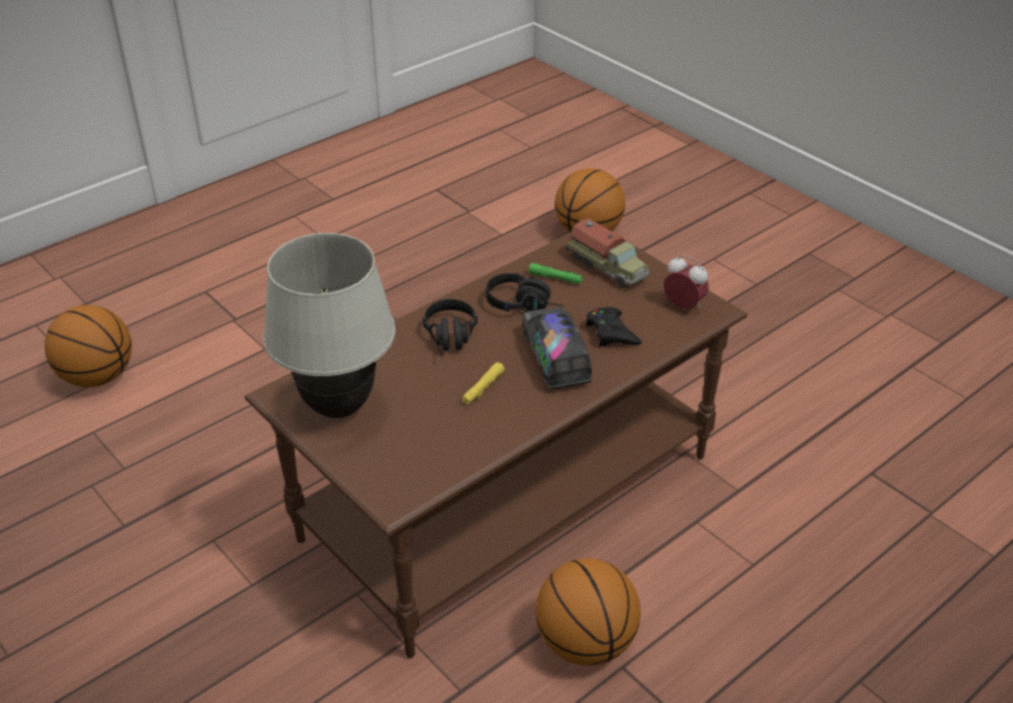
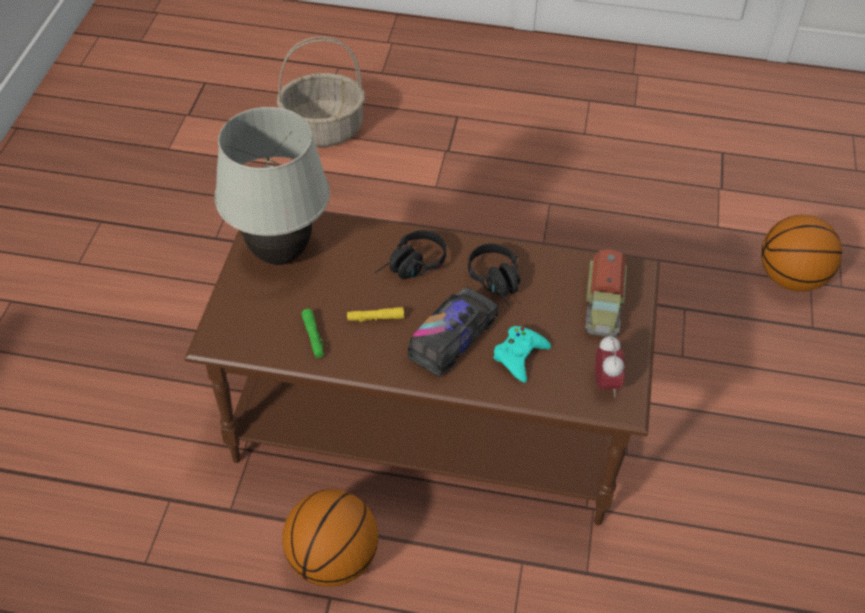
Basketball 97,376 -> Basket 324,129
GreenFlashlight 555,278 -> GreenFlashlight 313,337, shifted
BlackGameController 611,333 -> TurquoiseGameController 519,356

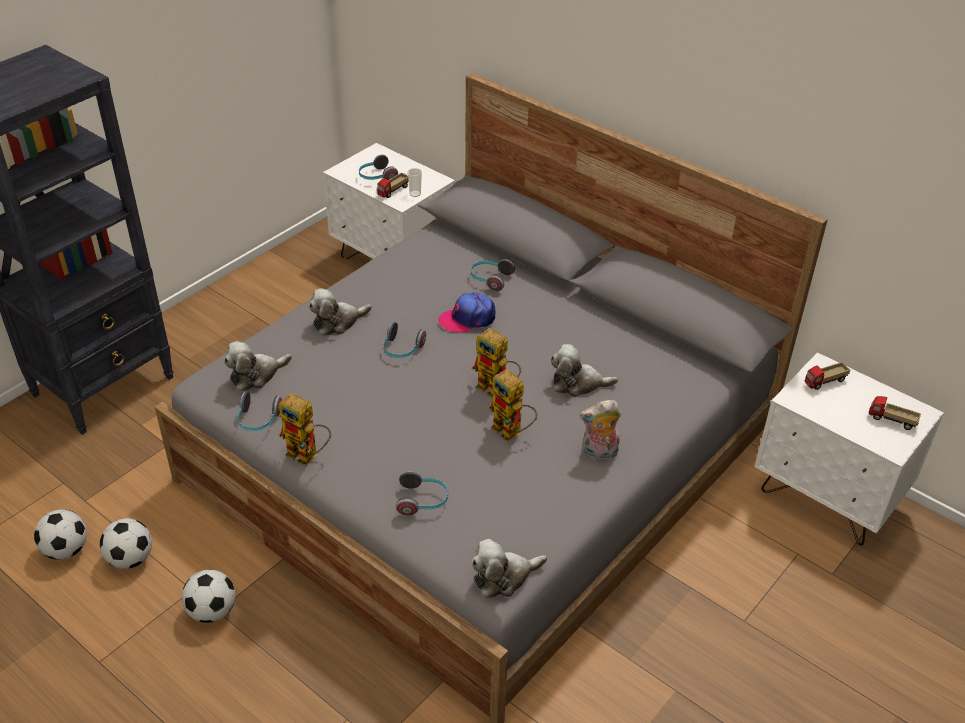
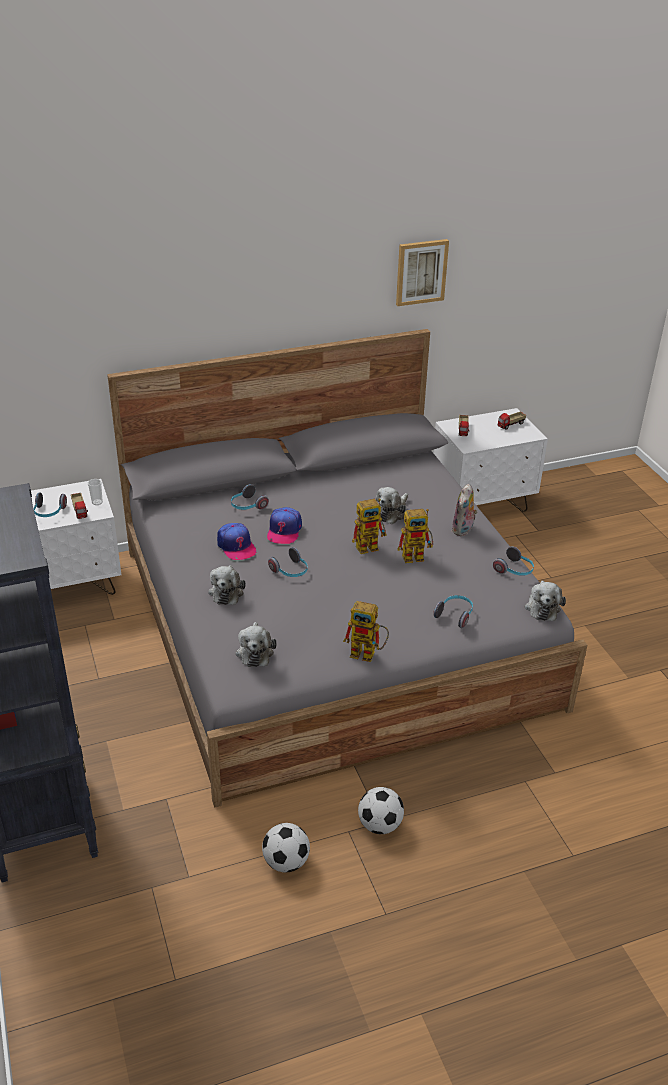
none -> Cap 236,546
ToyRobot 308,455 -> ToyRobot 368,654, 45 degrees clockwise
none -> Picture 421,272
Headphones 258,420 -> Headphones 514,570, shifted
Football 66,550 -> none

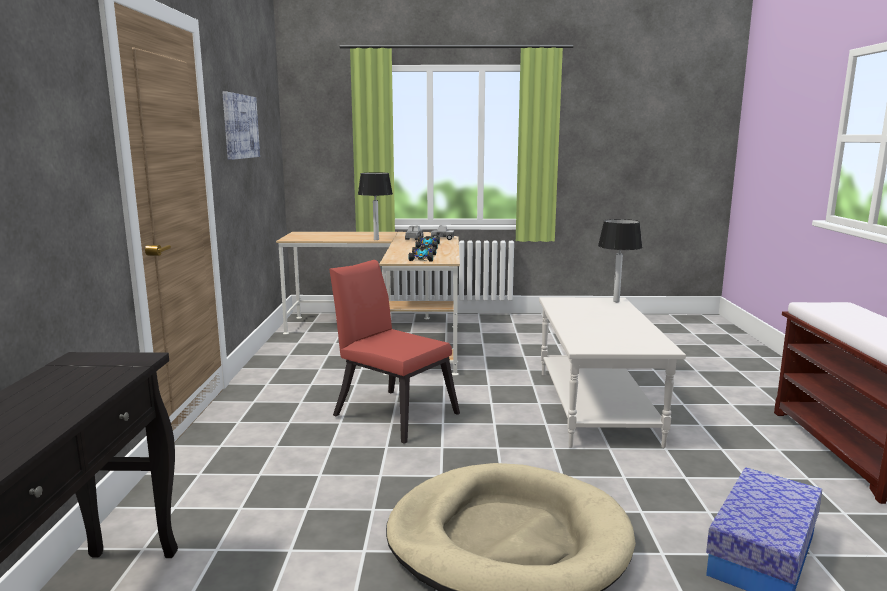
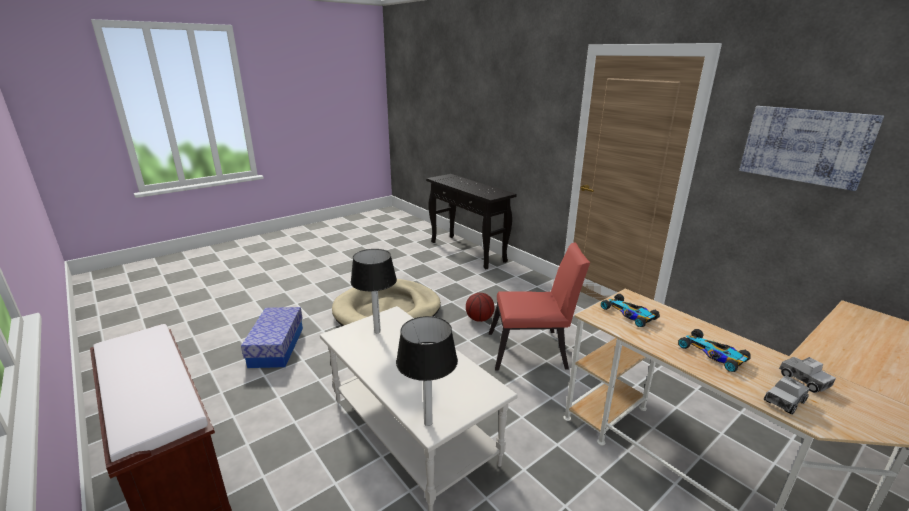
TableLamp 376,239 -> TableLamp 377,331, shifted
none -> Basketball 479,319

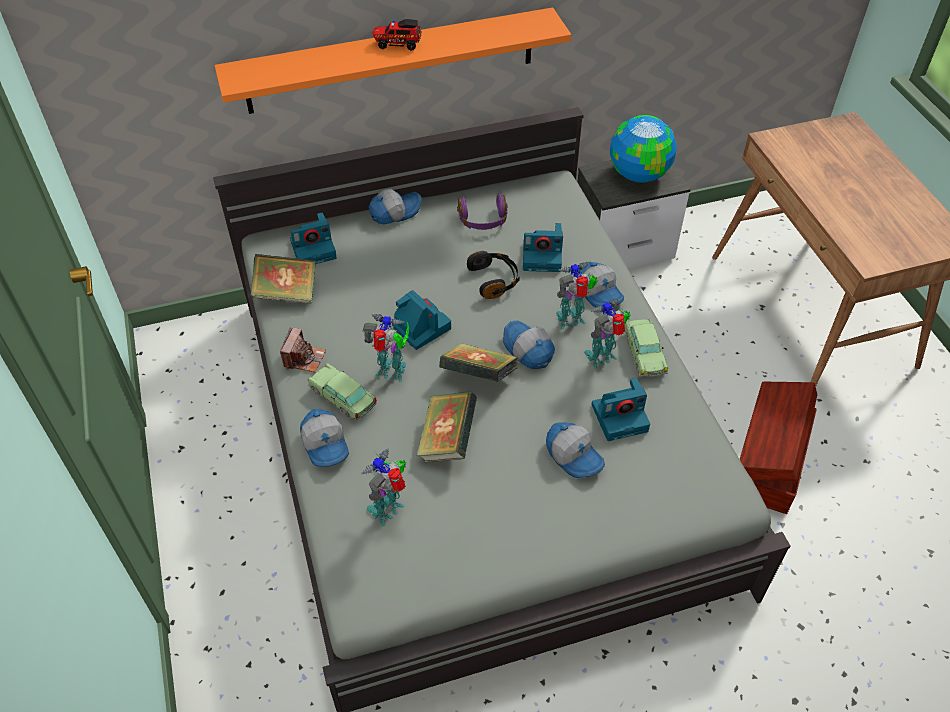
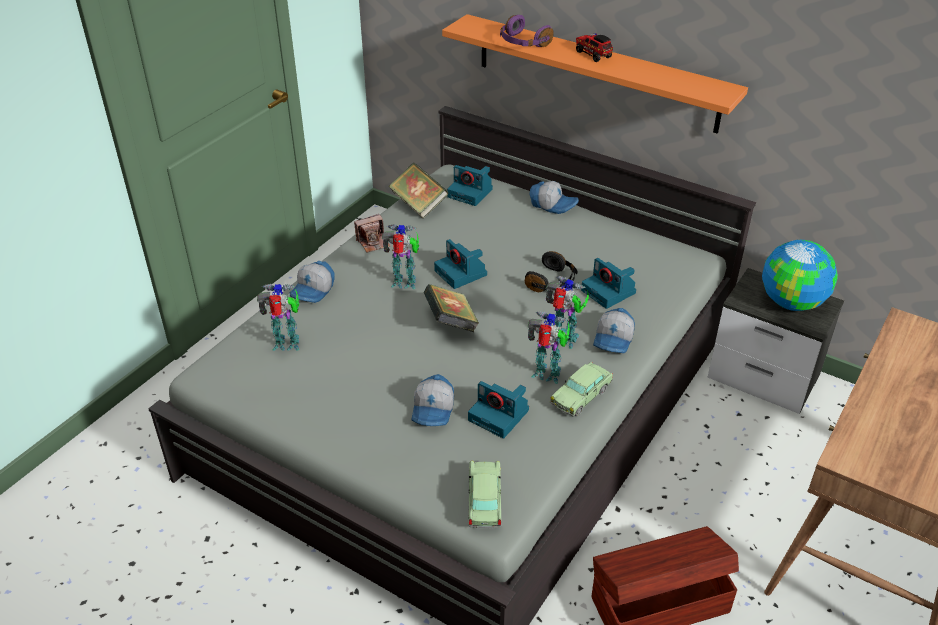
ToyRobot 392,373 -> ToyRobot 405,284, 60 degrees counterclockwise
PhotoCamera 420,327 -> PhotoCamera 461,273, 135 degrees clockwise
ToyCar 343,398 -> ToyCar 484,501, shifted
PurpleHeadphones 483,220 -> PurpleHeadphones 523,43, shifted
Book 447,440 -> none
Cap 527,350 -> none

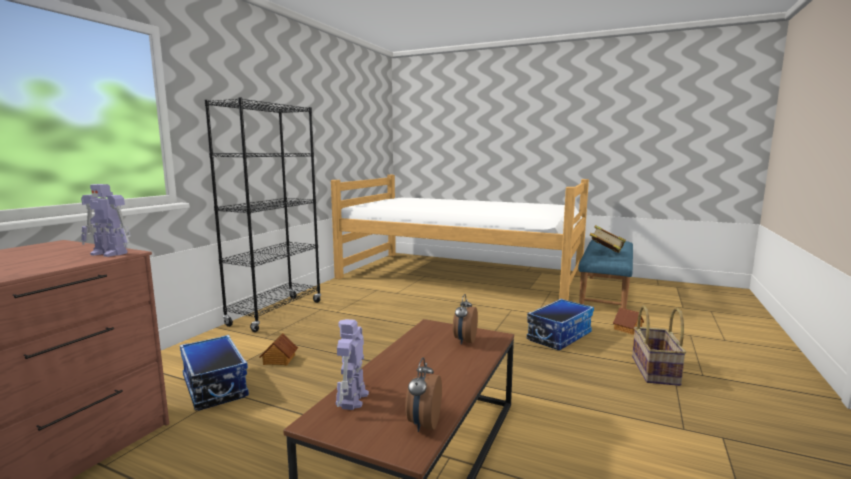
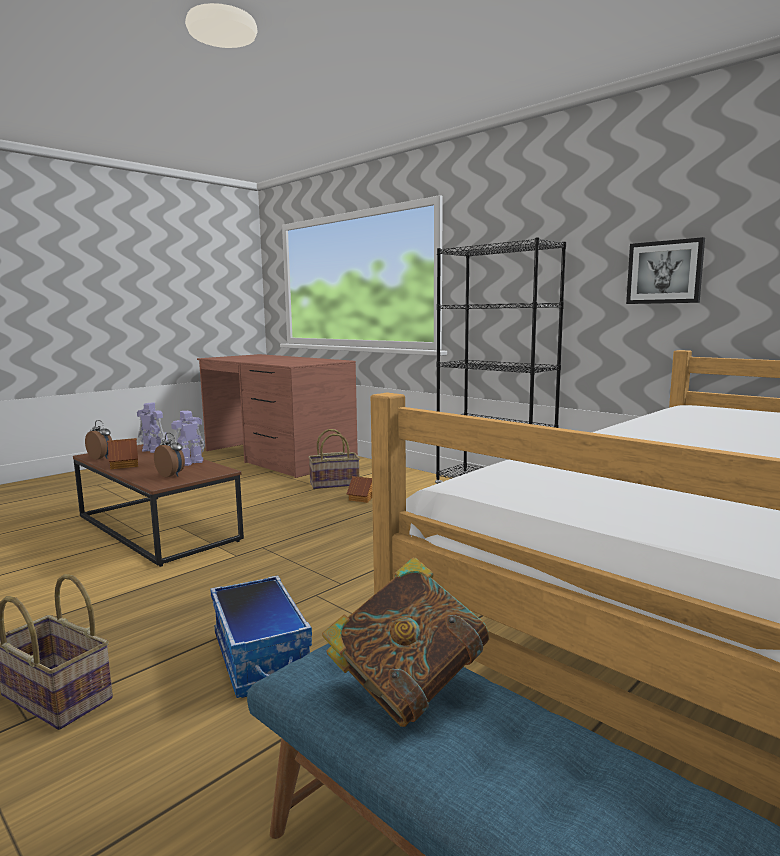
ToyHouse 628,329 -> ToyHouse 123,465, shifted
ToyRobot 110,253 -> ToyRobot 189,463, shifted
StorageBox 213,386 -> Basket 334,483
none -> Picture 664,272

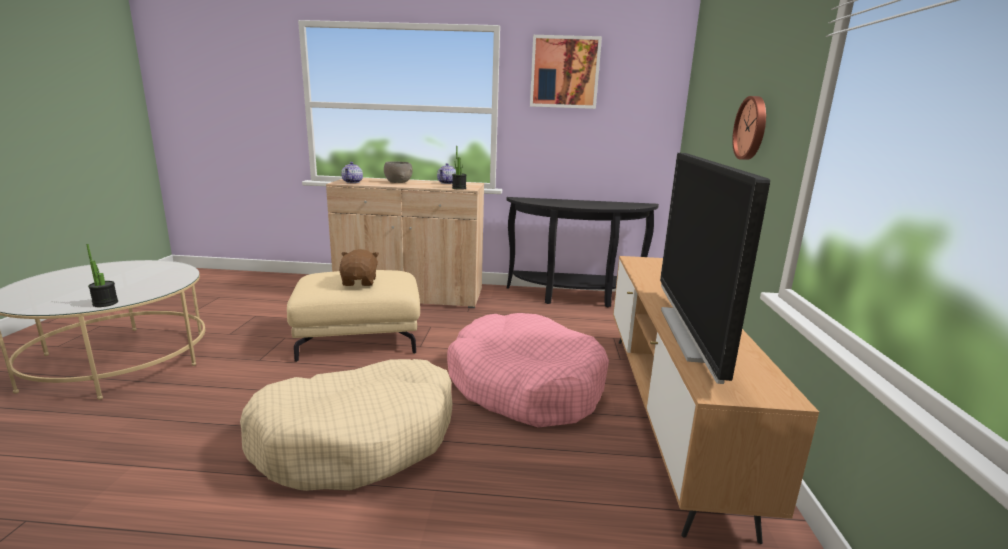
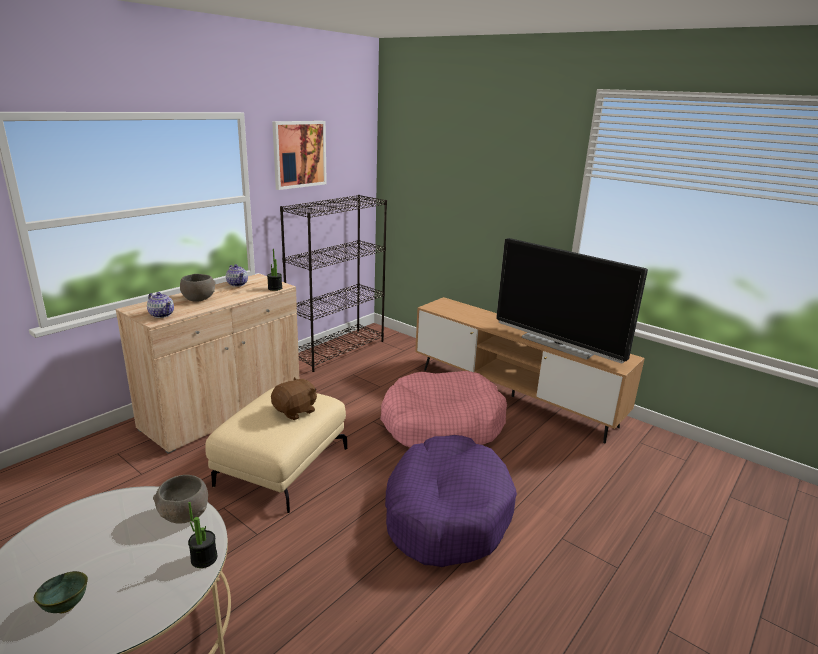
none -> GreenBowl 65,607
none -> GreyBowl 184,515
BrownPlushToy 360,282 -> BrownPlushToy 295,411, 105 degrees clockwise
BlackConsoleTable 575,297 -> BlackBookcase 337,349
BeigeDogBed 358,439 -> PurpleDogBed 446,513
WallClock 752,128 -> none

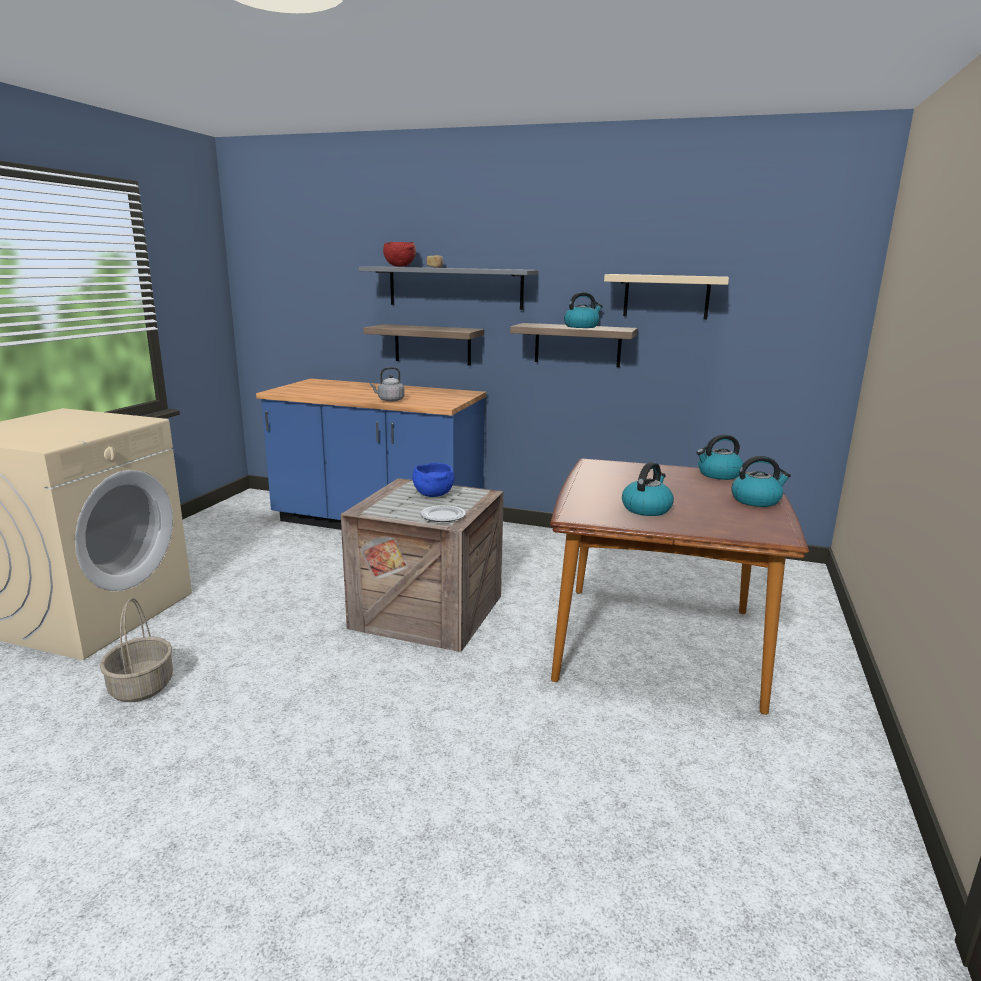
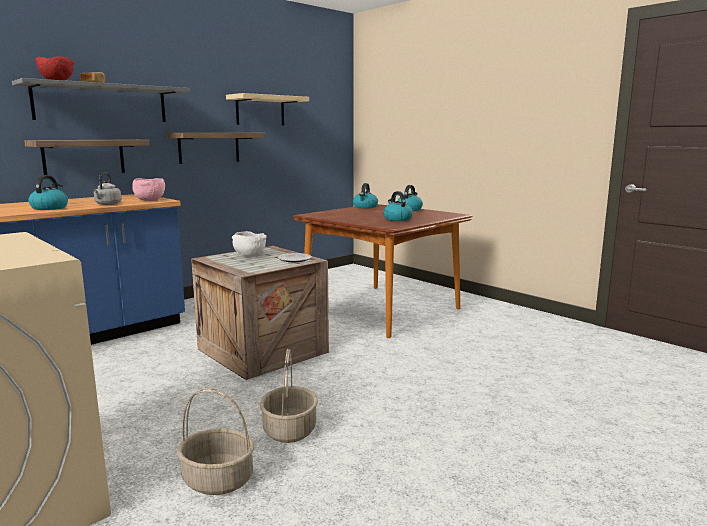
Kettle 581,326 -> Kettle 49,208, shifted
none -> PinkBowl 150,200
BlueBowl 433,495 -> WhiteBowl 248,256
none -> Basket 289,430

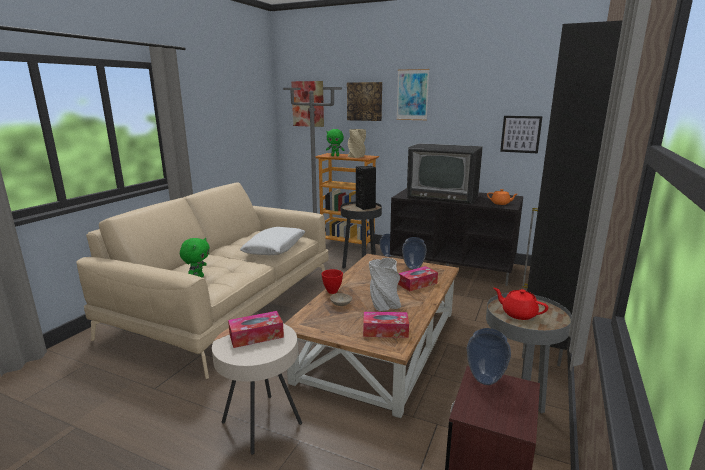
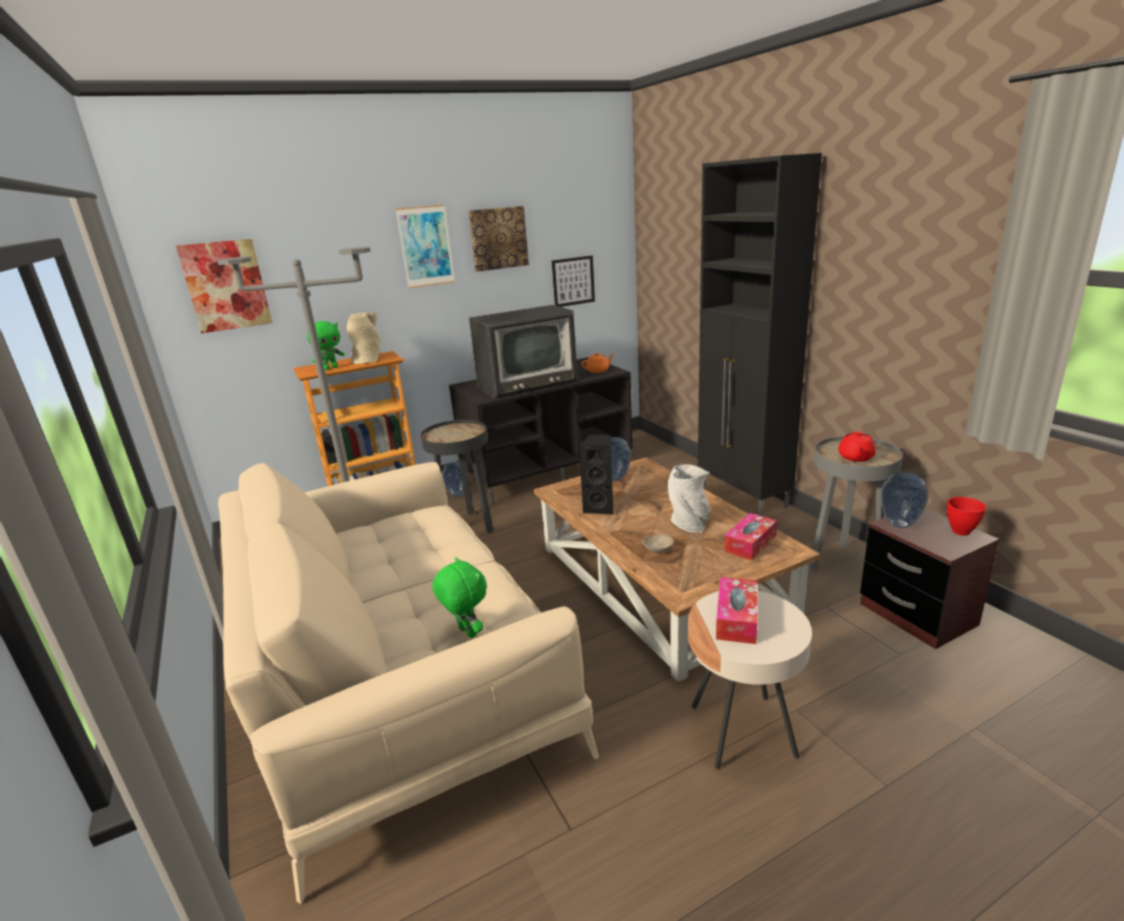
Picture 364,101 -> Picture 498,238, shifted
BlackSpeaker 366,207 -> BlackSpeaker 600,507, shifted
RedTeapot 518,314 -> RedTeapot 855,457, 60 degrees counterclockwise
RedBowl 332,291 -> RedBowl 959,531, shifted
WhitePillow 275,248 -> none
TissueBox 417,283 -> none

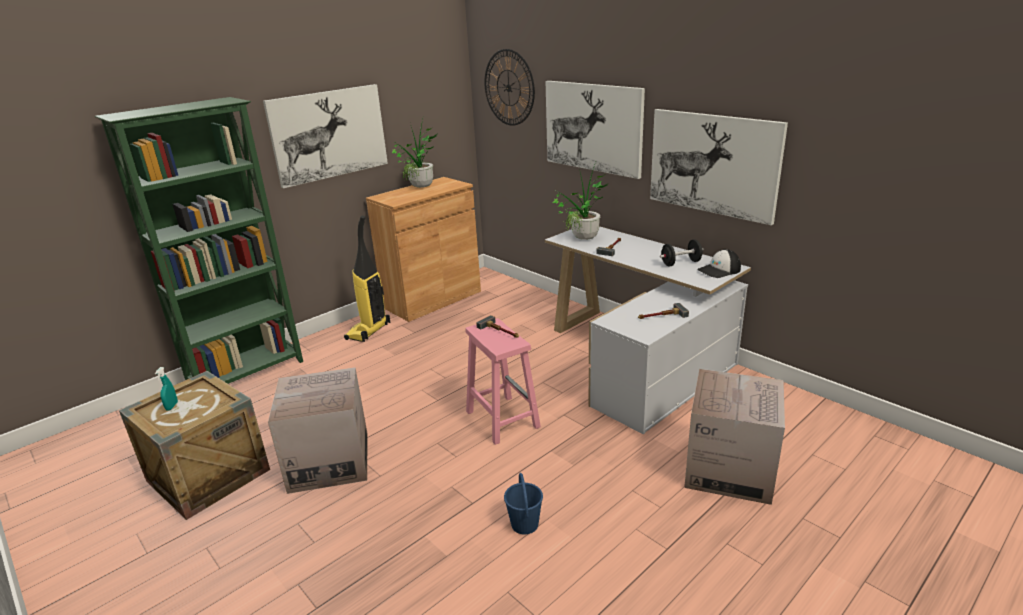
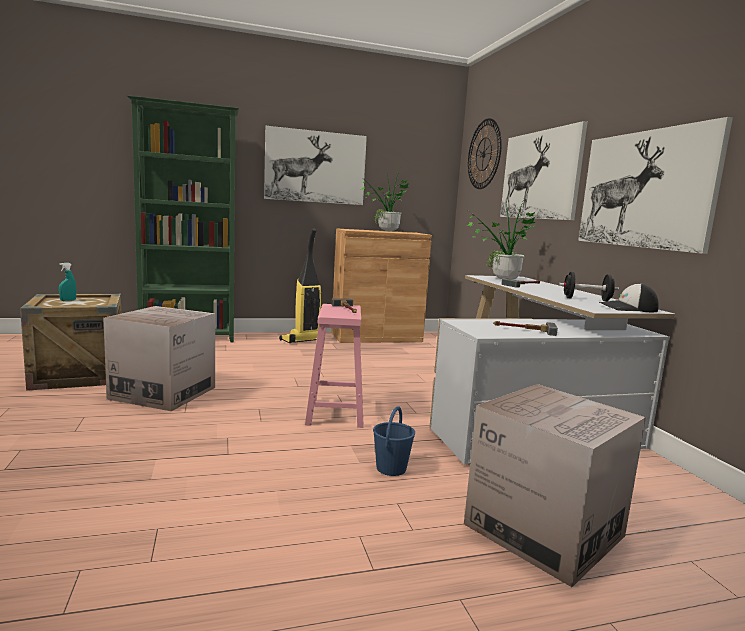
BlueBucket 525,524 -> BlueBucket 391,468, shifted

